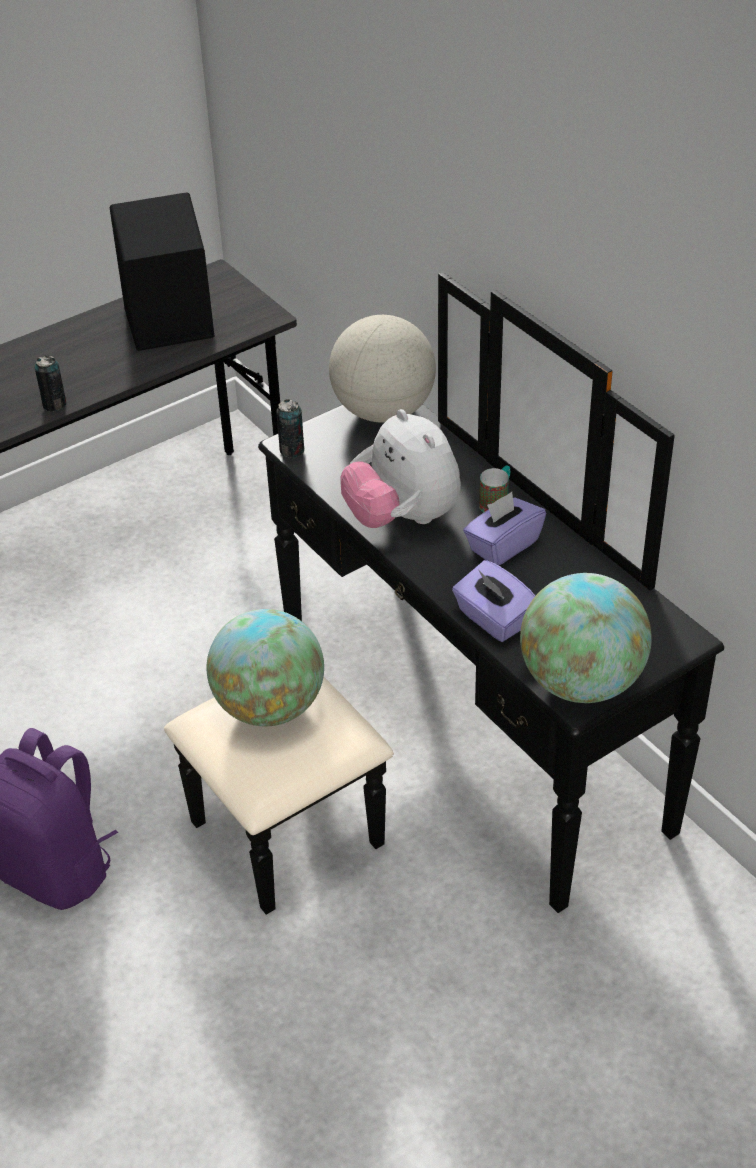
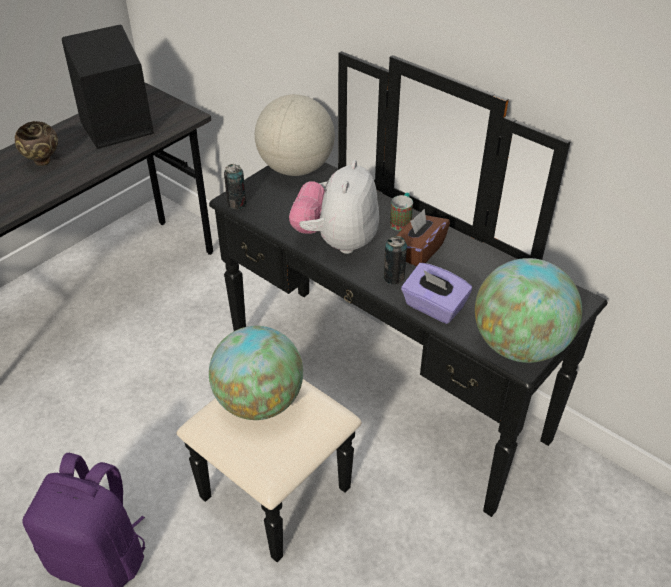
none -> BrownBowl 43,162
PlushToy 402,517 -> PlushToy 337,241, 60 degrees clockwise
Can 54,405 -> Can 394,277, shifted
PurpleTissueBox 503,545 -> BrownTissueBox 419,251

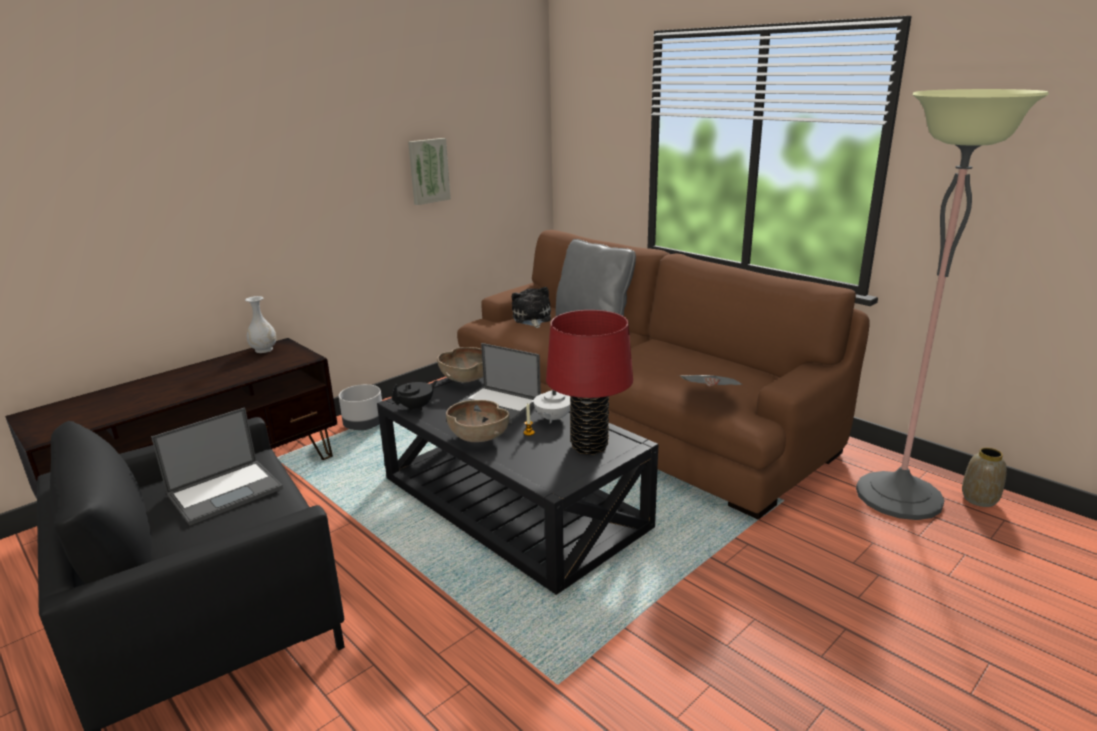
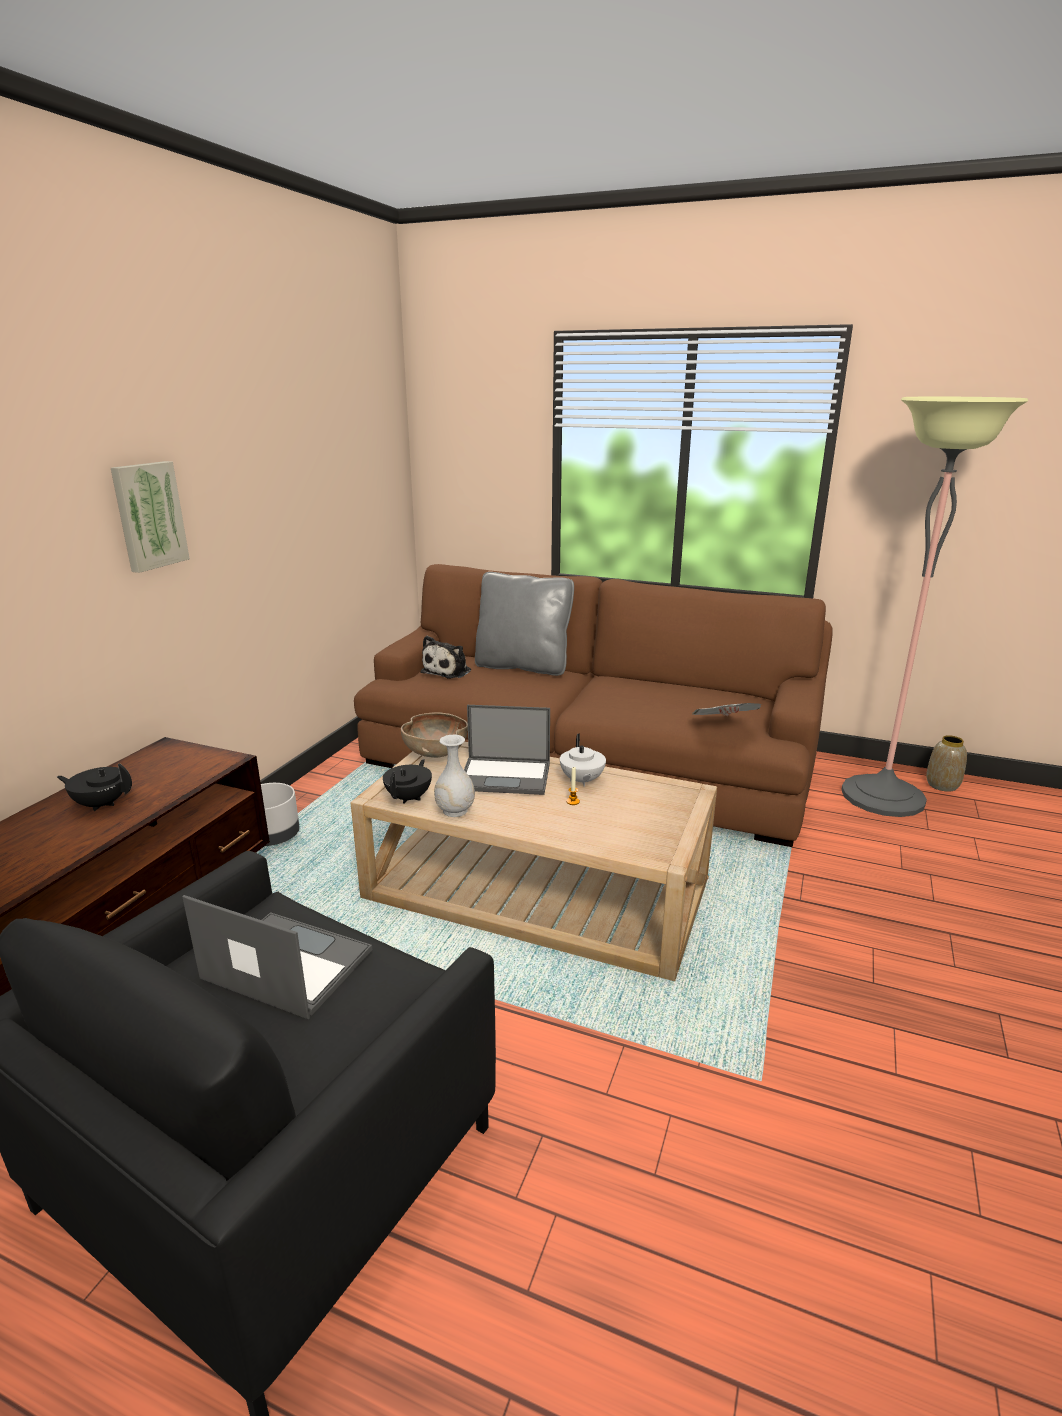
none -> BlackTeapot 101,804
Picture 428,171 -> Picture 148,515, shifted
Laptop 226,491 -> Laptop 285,964, 90 degrees counterclockwise
BlackCoffeeTable 513,501 -> BeigeCoffeeTable 537,887
PlushToy 532,319 -> PlushToy 448,671, 120 degrees counterclockwise
WhiteVase 264,350 -> WhiteVase 455,810, shifted
BrownBowl 478,437 -> none
RedTableLamp 589,446 -> none

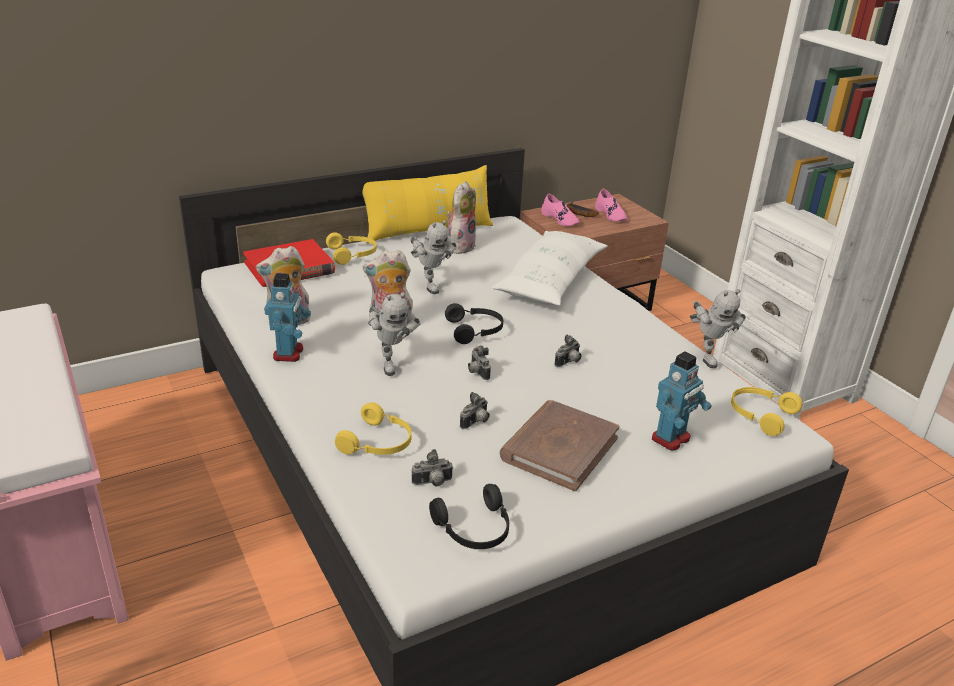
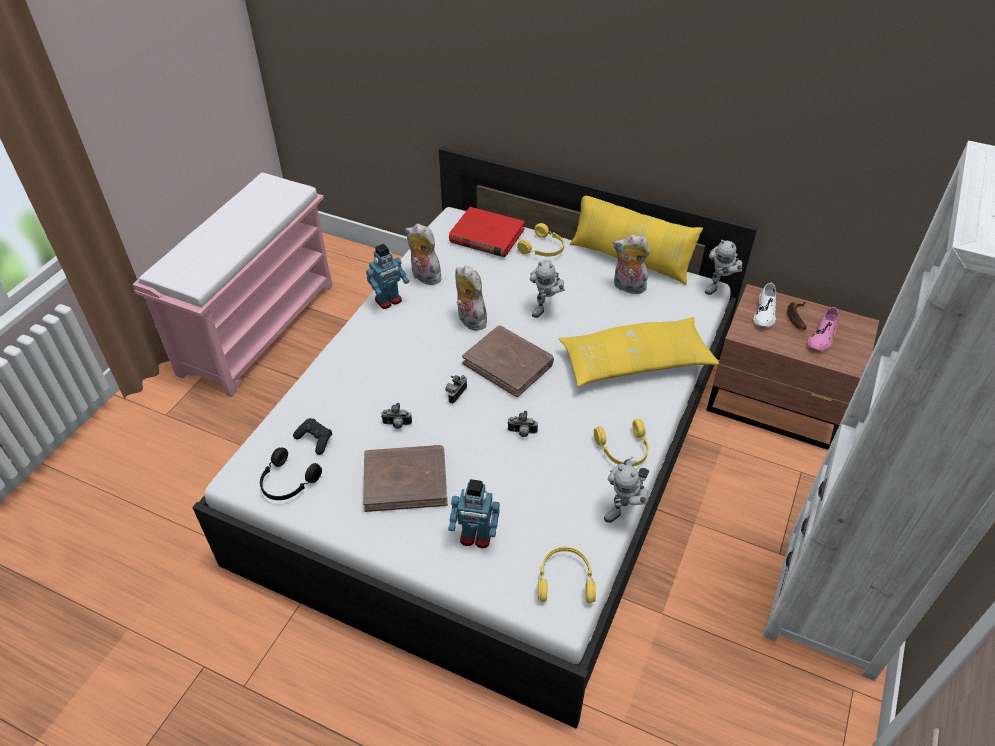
PhotoCamera 432,483 -> BlackGameController 315,440
BlackHeadphones 475,330 -> BrownBook 508,363
WhitePillow 550,281 -> YellowPillow 635,363
YellowHeadphones 378,443 -> YellowHeadphones 624,450, shifted
PlushToy 460,246 -> PlushToy 628,287, 150 degrees counterclockwise
ToyRobot 391,362 -> ToyRobot 719,286, shifted
PinkShoe 560,219 -> WhiteShoe 764,313

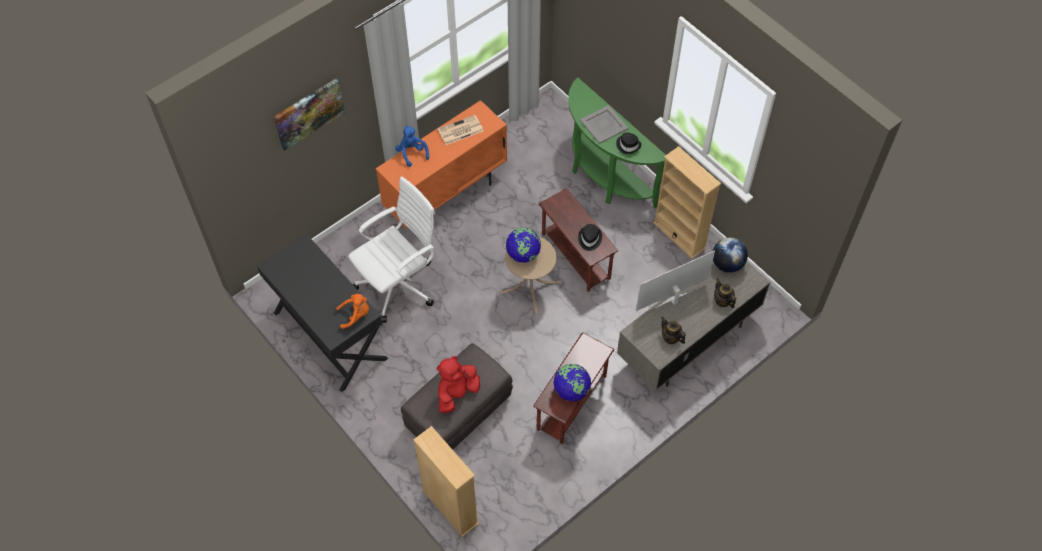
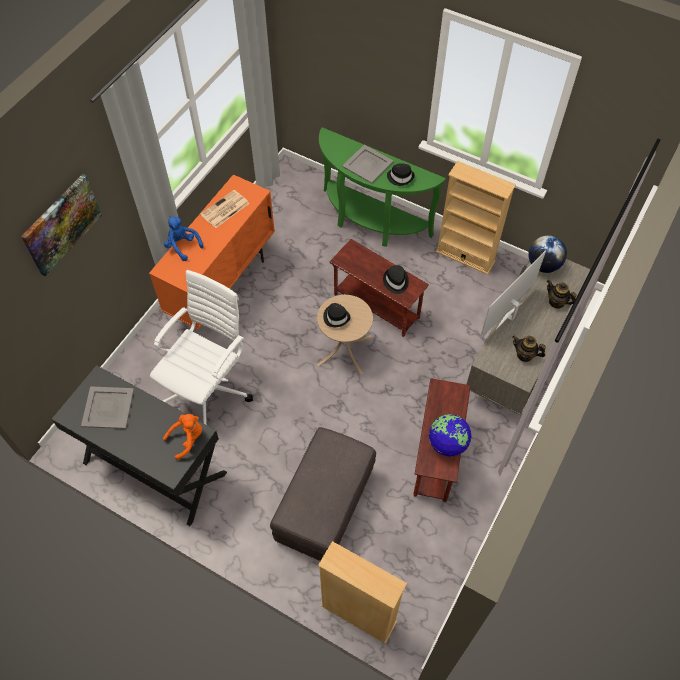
none -> GreyTray 107,407
Globe 523,254 -> BlackHat 336,317
RedPlushToy 457,393 -> none

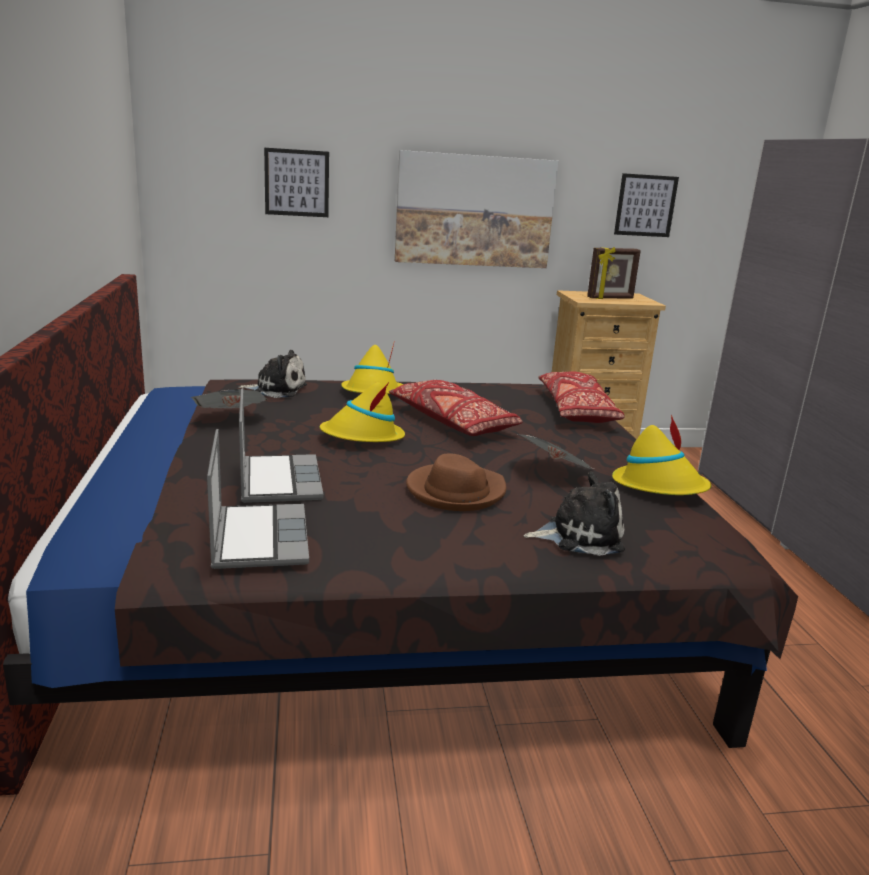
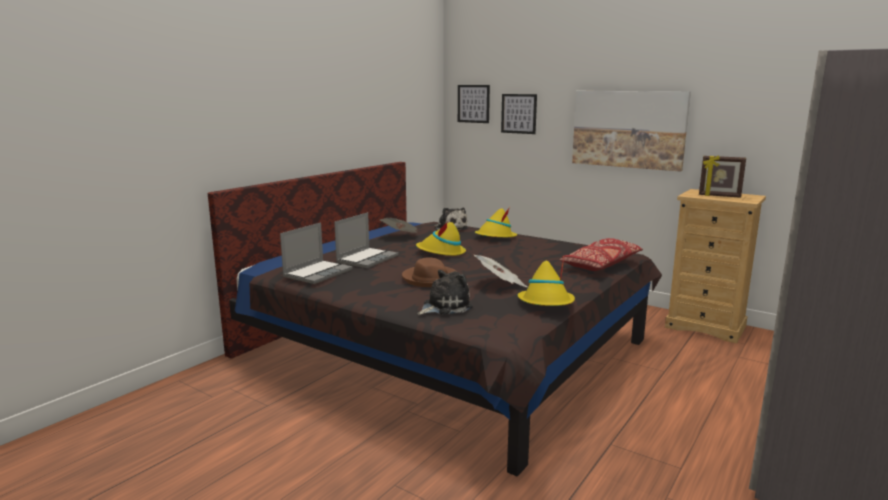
PlushToy 579,535 -> PlushToy 444,306, 75 degrees counterclockwise
Picture 645,205 -> Picture 473,103, shifted
RedPillow 452,422 -> none

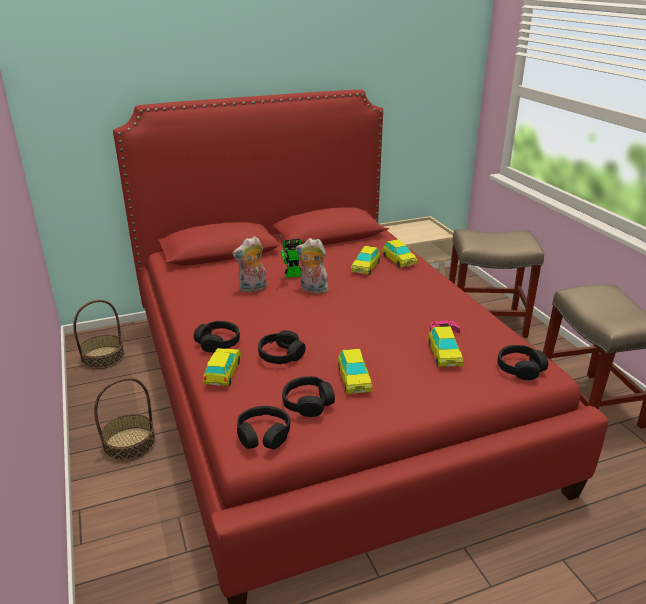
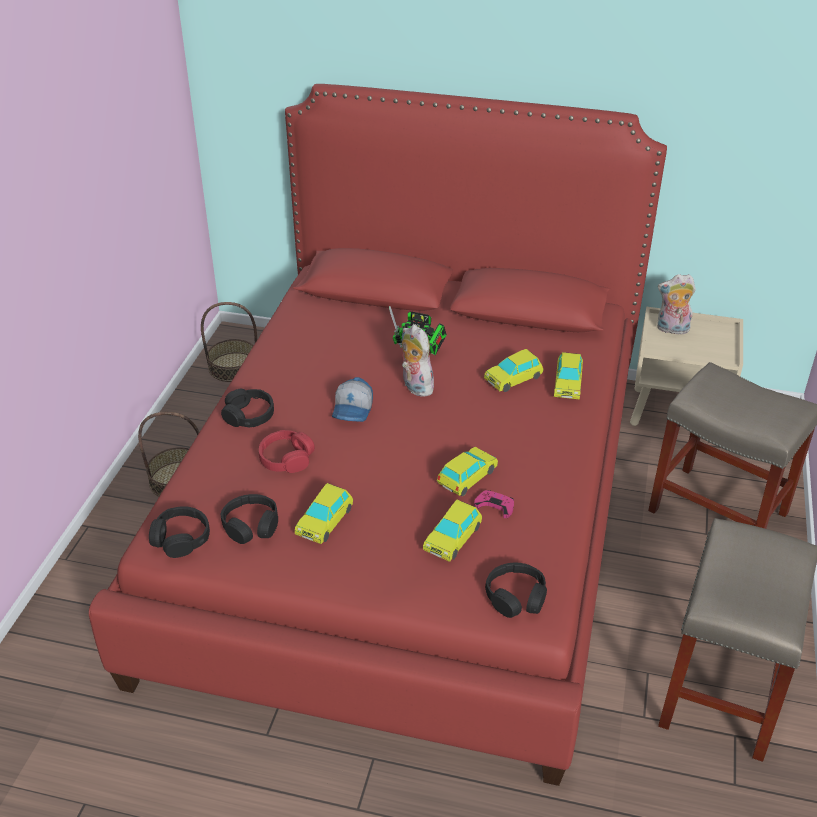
BlackHeadphones 281,355 -> RedHeadphones 286,458
none -> Cap 353,409
ToyCar 223,373 -> ToyCar 467,477, shifted
PlushToy 252,289 -> PlushToy 671,330, shifted

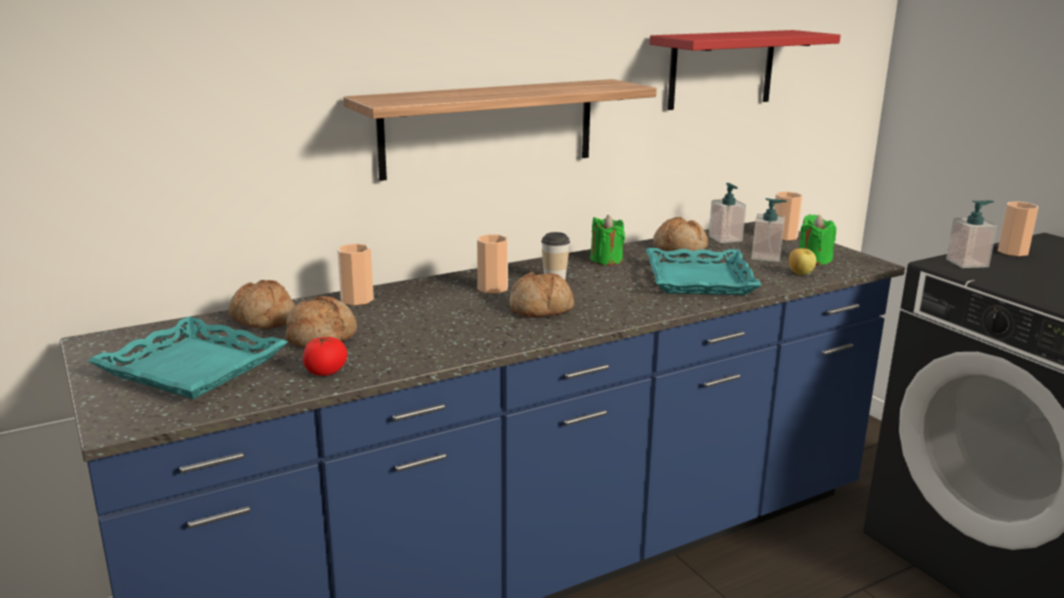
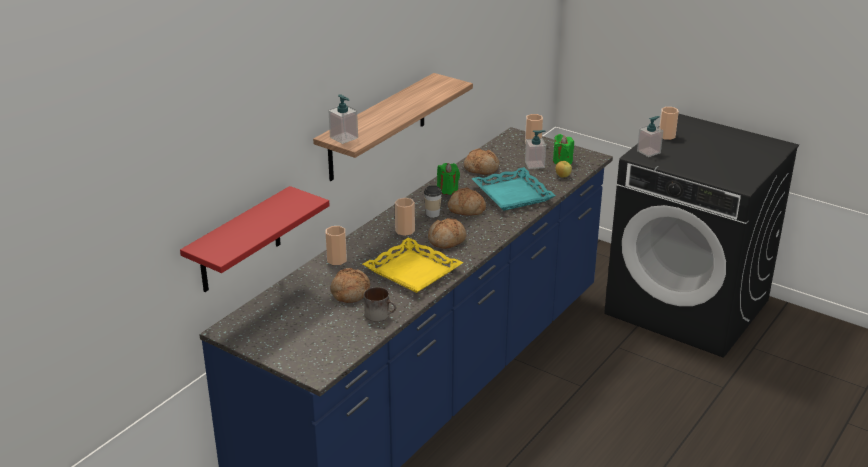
RedShelf 721,69 -> RedShelf 240,241, shifted
SoapDispenser 725,238 -> SoapDispenser 344,138, shifted
none -> YellowTray 412,271
Tomato 326,372 -> Mug 380,314
Bread 263,319 -> Bread 466,209, shifted
TurquoiseTray 194,367 -> none

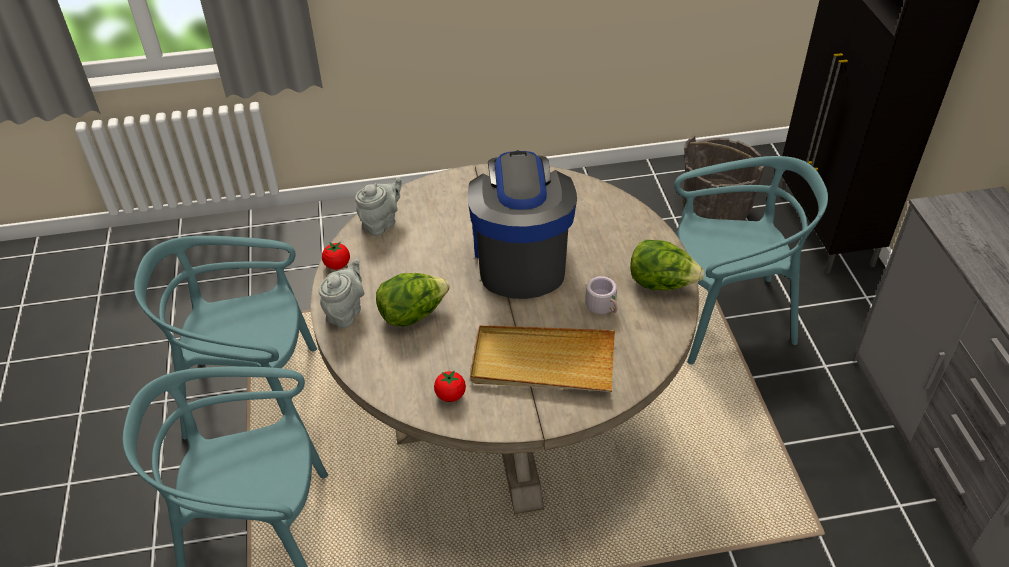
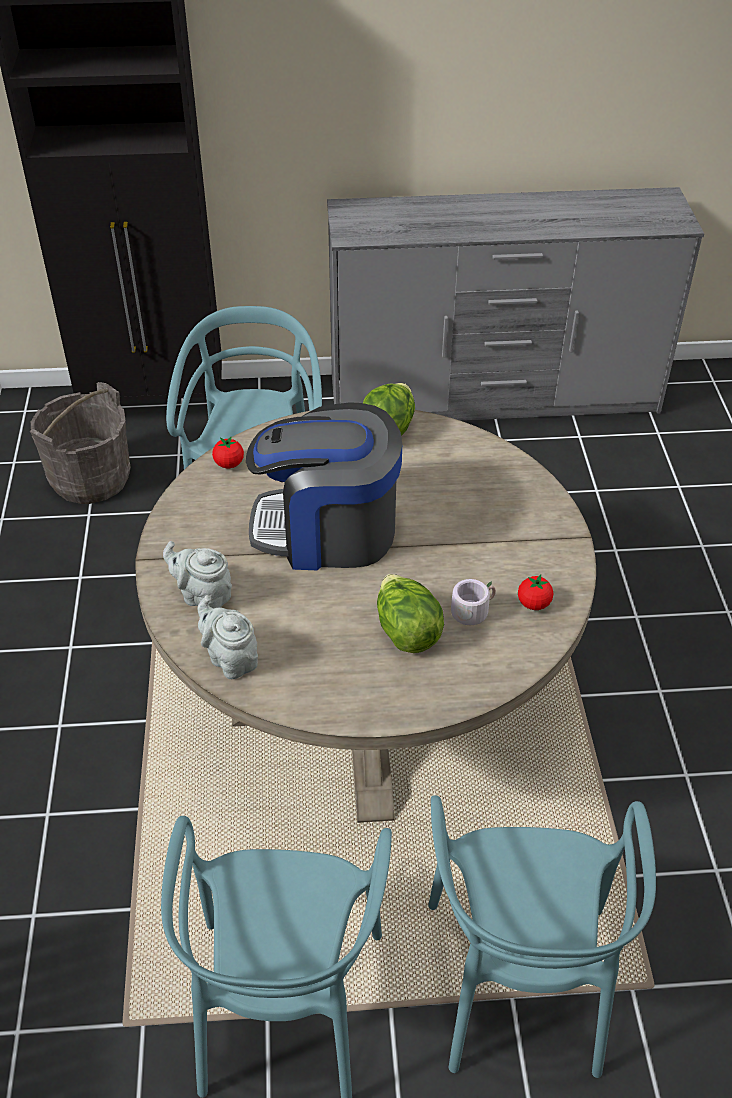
GreyTeapot 346,312 -> GreyTeapot 203,597, shifted
Tomato 337,265 -> Tomato 229,464, shifted
GreyMug 604,306 -> GreyMug 472,610, shifted
BeigeTray 543,362 -> none

